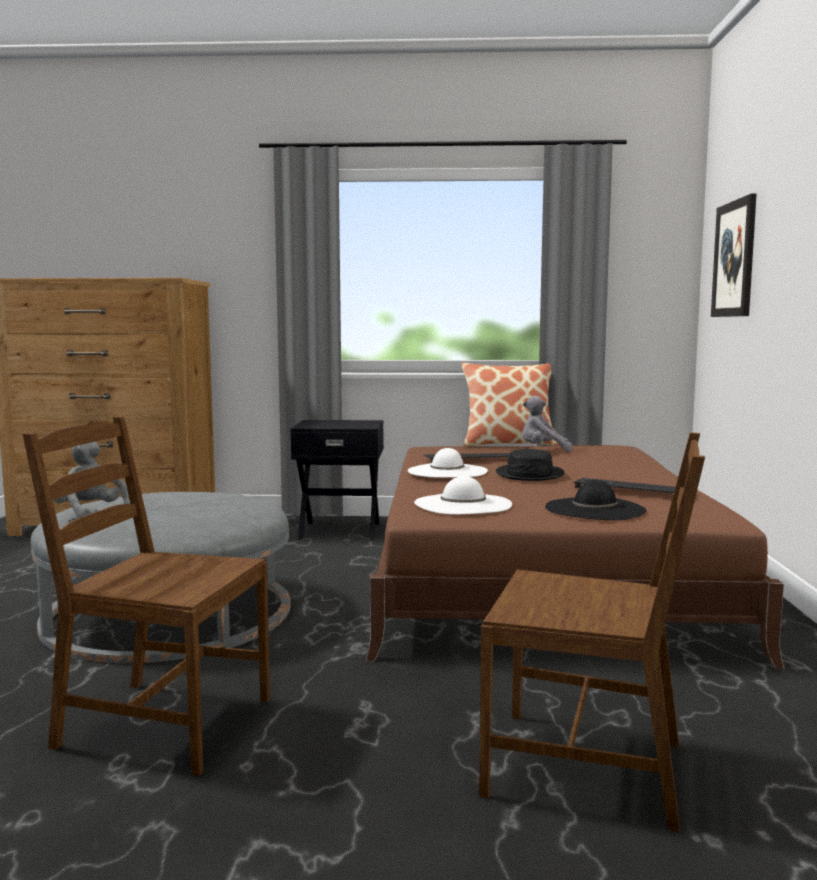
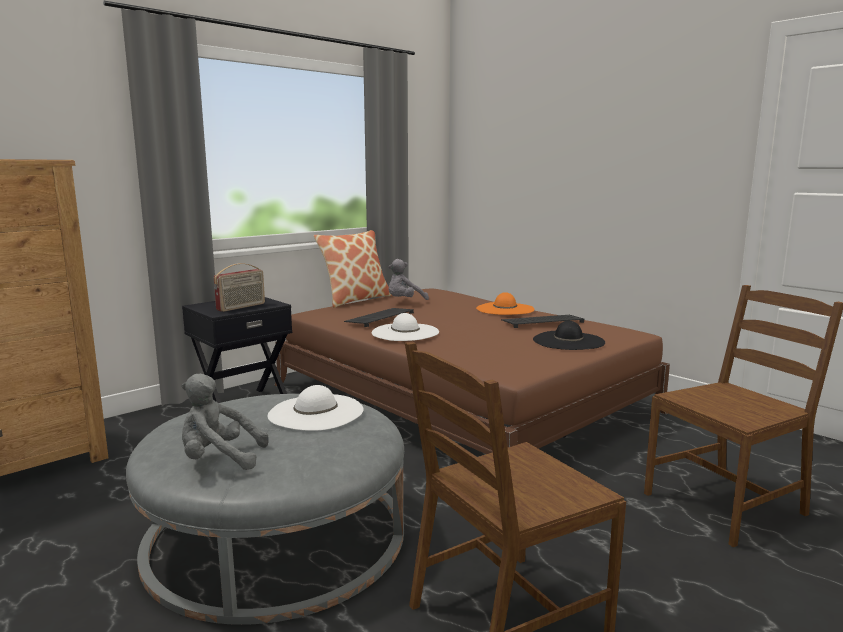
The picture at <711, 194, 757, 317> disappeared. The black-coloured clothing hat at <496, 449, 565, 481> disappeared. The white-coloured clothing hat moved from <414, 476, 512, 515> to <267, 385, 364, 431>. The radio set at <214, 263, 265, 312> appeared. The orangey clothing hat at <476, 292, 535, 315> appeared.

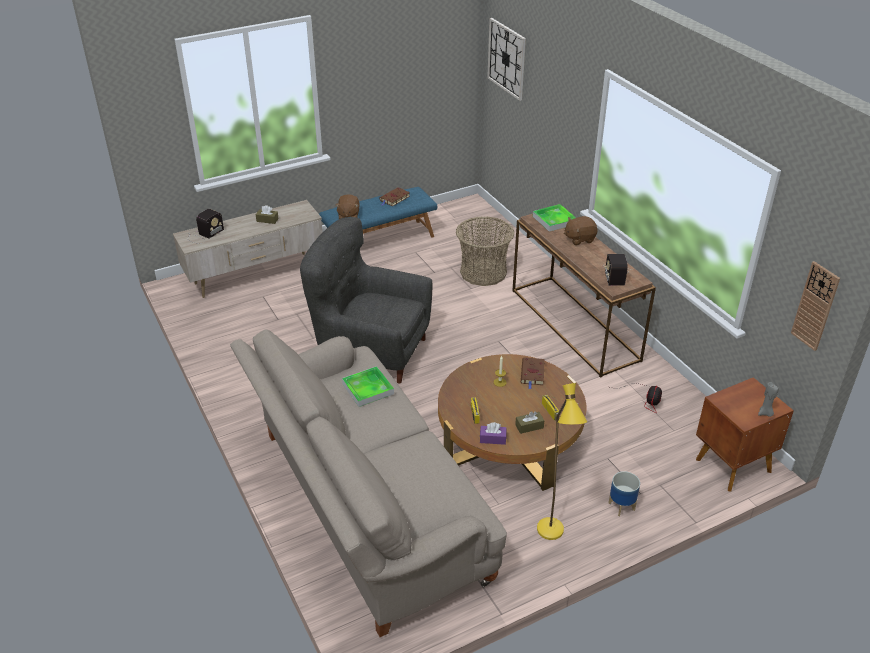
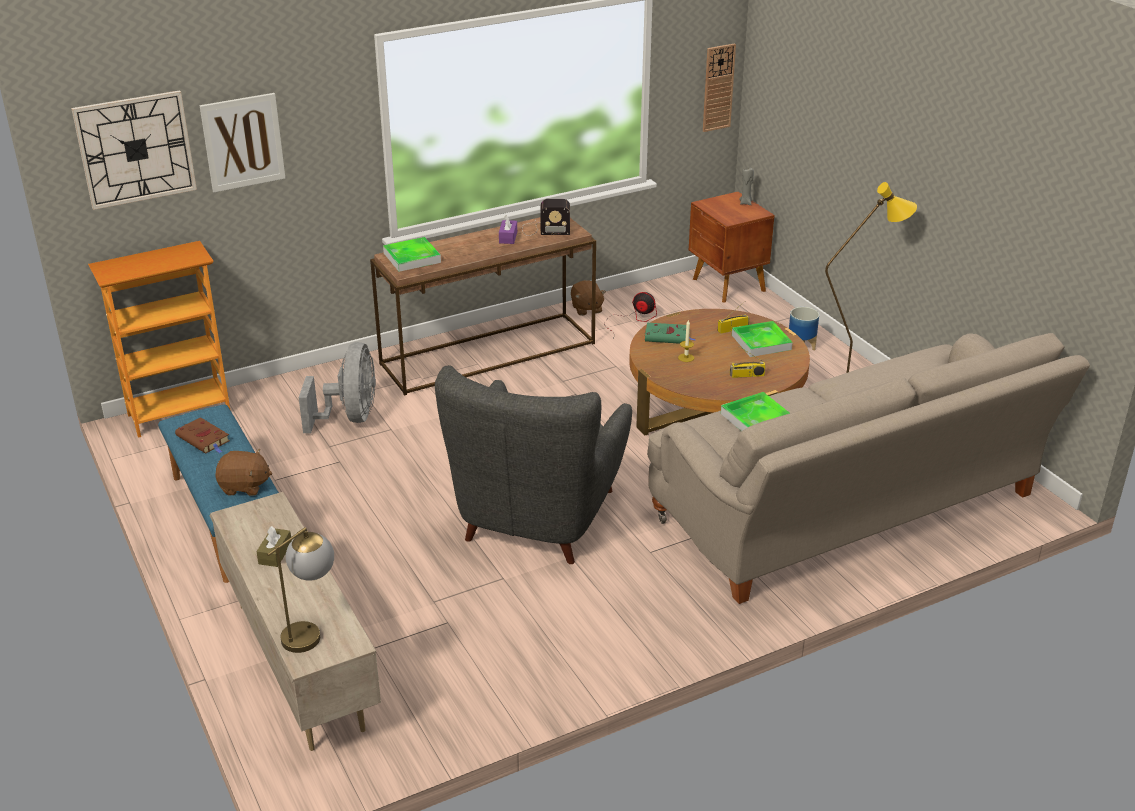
The radio set at <188, 209, 224, 244> was replaced by the lamp for a table at <267, 527, 334, 653>. The household basket at <456, 216, 514, 286> was replaced by the grey fan at <299, 342, 376, 433>. The brown-coloured cuddly toy moved from <564, 216, 598, 245> to <571, 280, 606, 316>. The brown-coloured bound book at <521, 357, 545, 389> became the green bound book at <645, 323, 696, 344>. The brown-coloured box of tissues at <515, 411, 545, 434> was replaced by the tray at <732, 321, 793, 357>. The purple-coloured box of tissues moved from <480, 422, 507, 445> to <499, 215, 517, 244>. The picture at <200, 93, 285, 193> appeared. The shelving unit at <88, 241, 231, 438> appeared.

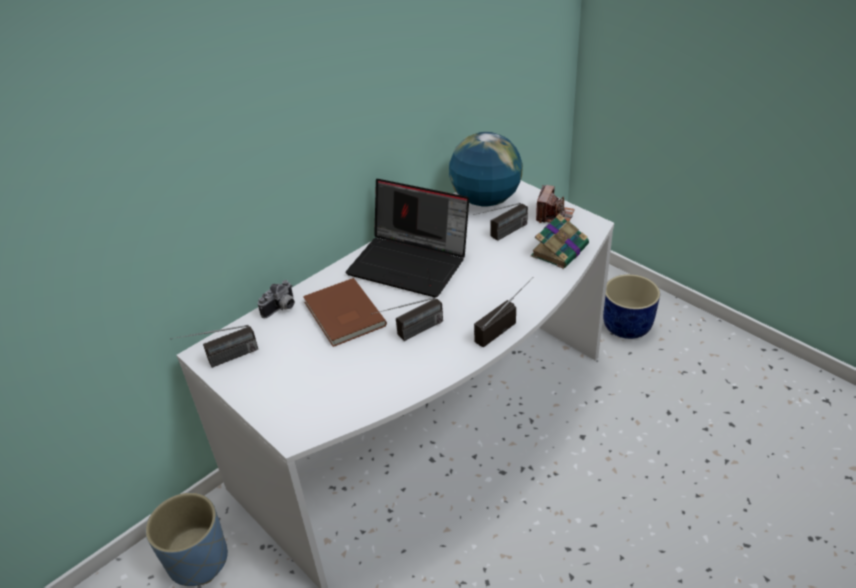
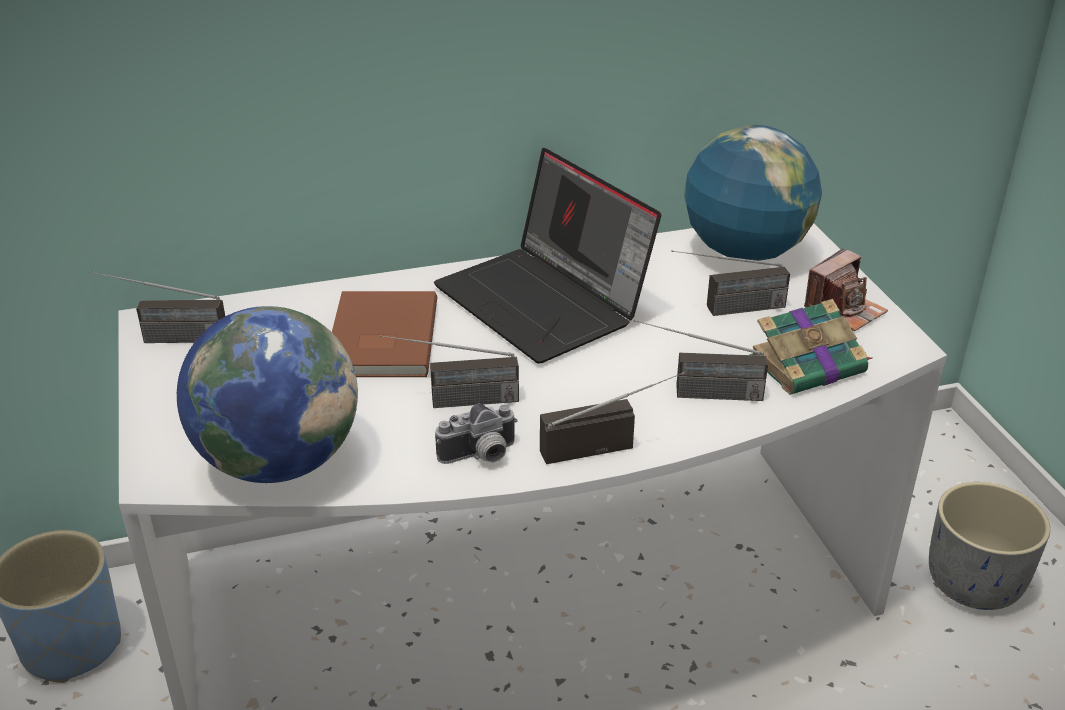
The blue-coloured planter at <603, 274, 660, 339> became the grey planter at <929, 482, 1050, 610>. The photo camera moved from <258, 280, 295, 318> to <435, 404, 518, 464>. The desk globe at <177, 306, 358, 483> appeared. The radio set at <634, 320, 768, 401> appeared.

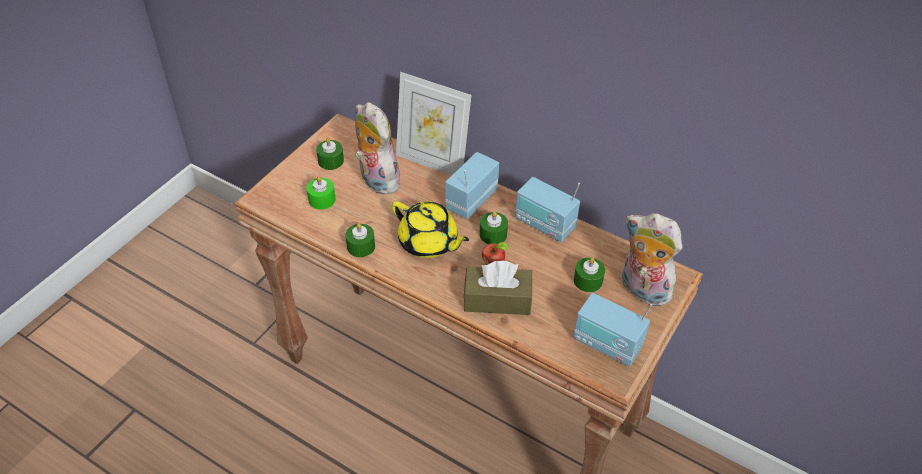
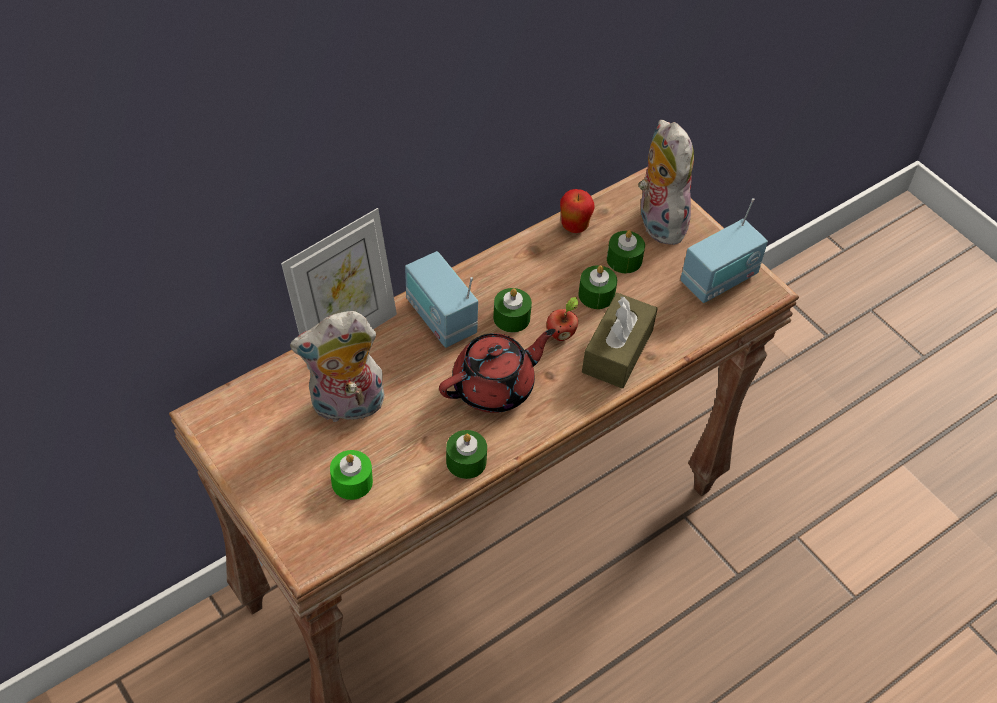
The green wax light moved from <316, 137, 344, 170> to <578, 265, 617, 309>. The radio set at <515, 177, 580, 242> disappeared. The yellowish tea pot at <392, 201, 469, 258> became the reddish tea pot at <439, 329, 556, 413>. The cuddly toy at <622, 213, 682, 306> turned 105 degrees clockwise. The whole apple at <560, 189, 595, 233> appeared.

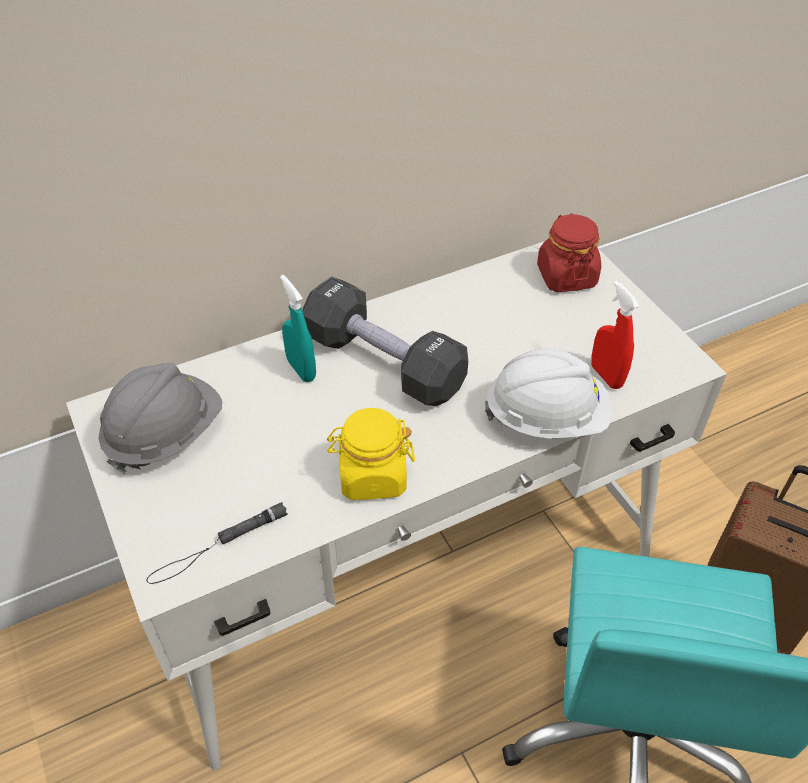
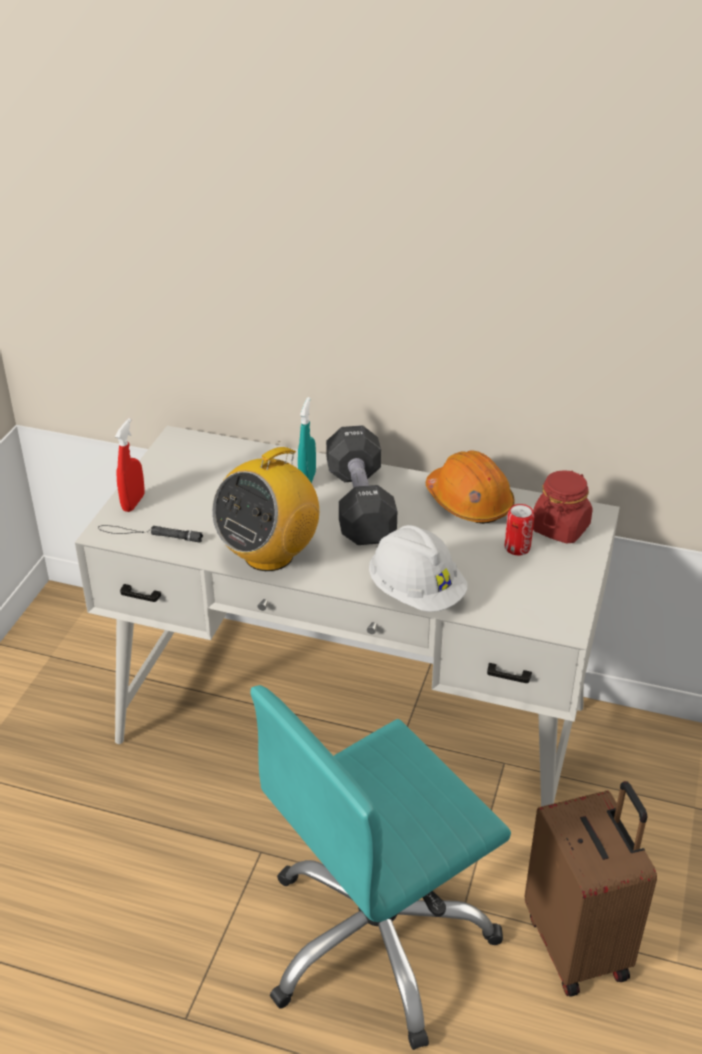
The reddish hand sprayer moved from <591, 280, 639, 389> to <115, 418, 144, 512>. The grey safety helmet at <98, 363, 222, 474> disappeared. The yellowish preserve jar at <327, 408, 415, 500> was replaced by the radio set at <212, 441, 319, 571>. The orangey safety helmet at <426, 450, 515, 524> appeared. The sealed can at <505, 504, 534, 555> appeared.

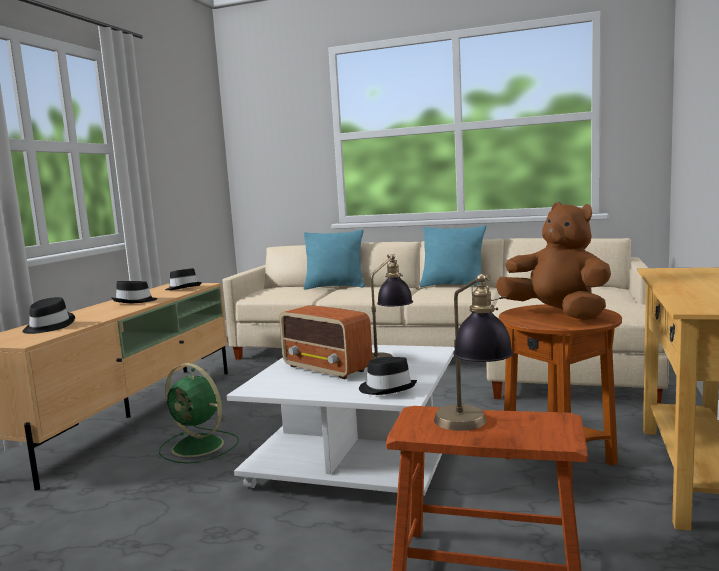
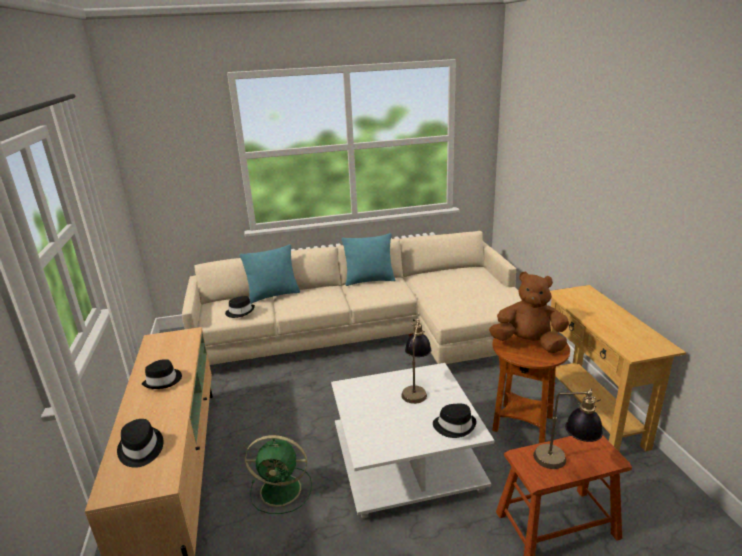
The black-coloured clothing hat moved from <165, 268, 202, 290> to <225, 296, 255, 318>. The radio set at <279, 305, 372, 379> disappeared.

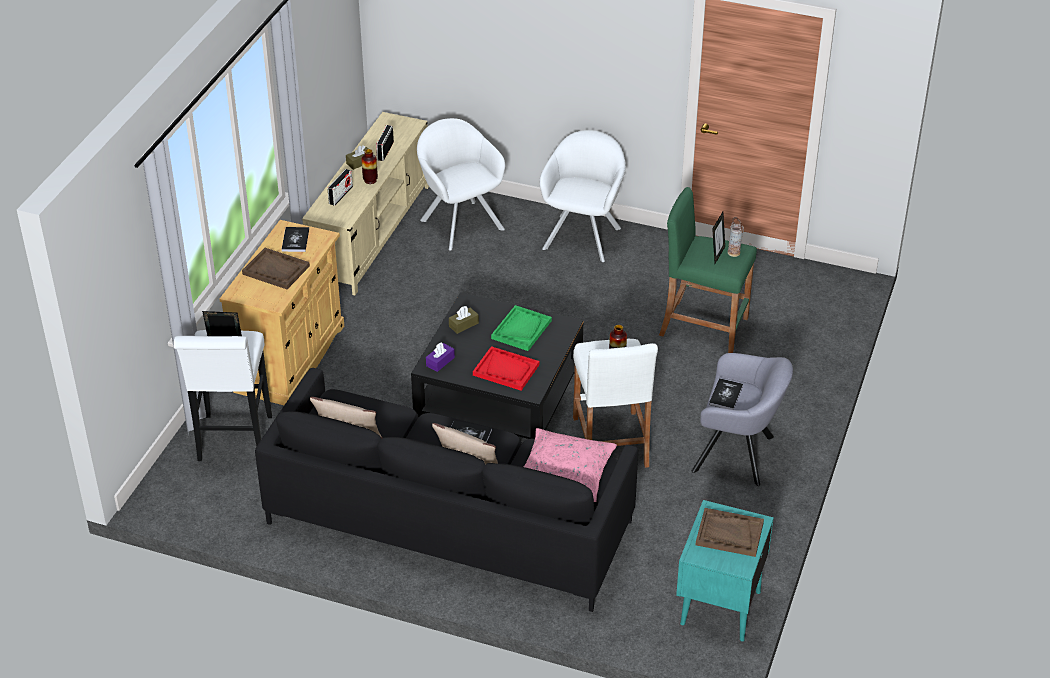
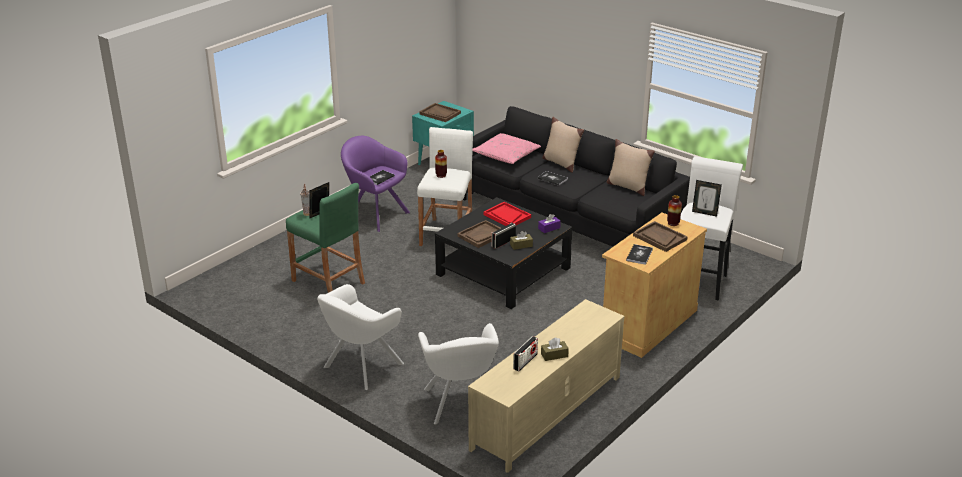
The flower vase moved from <361, 149, 378, 184> to <667, 195, 682, 226>. The radio set moved from <328, 169, 353, 206> to <492, 223, 516, 249>. The green tray at <491, 305, 552, 351> became the brown-coloured tray at <457, 220, 501, 248>. The grey easy chair at <692, 353, 793, 486> became the purple-coloured easy chair at <341, 136, 410, 232>.

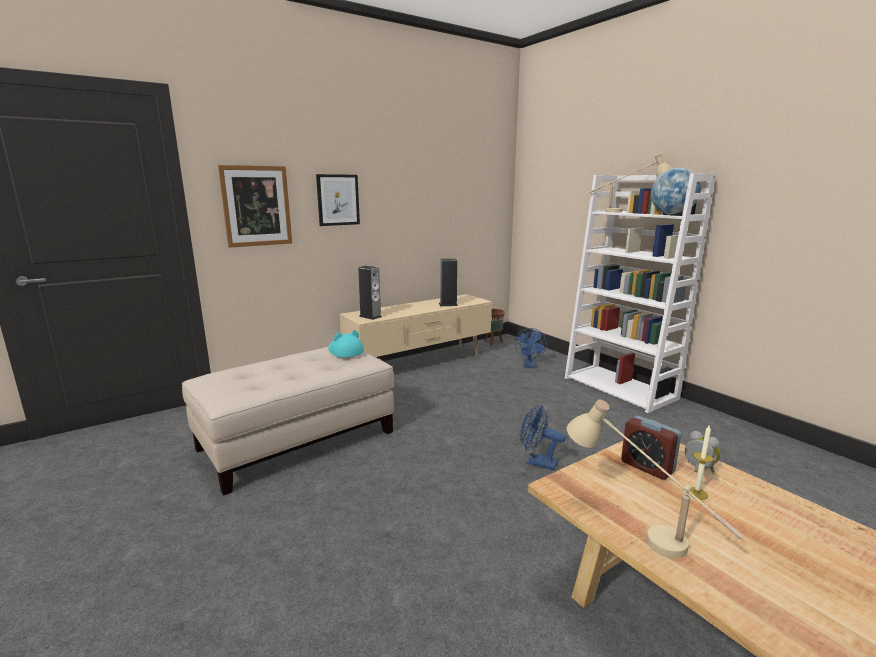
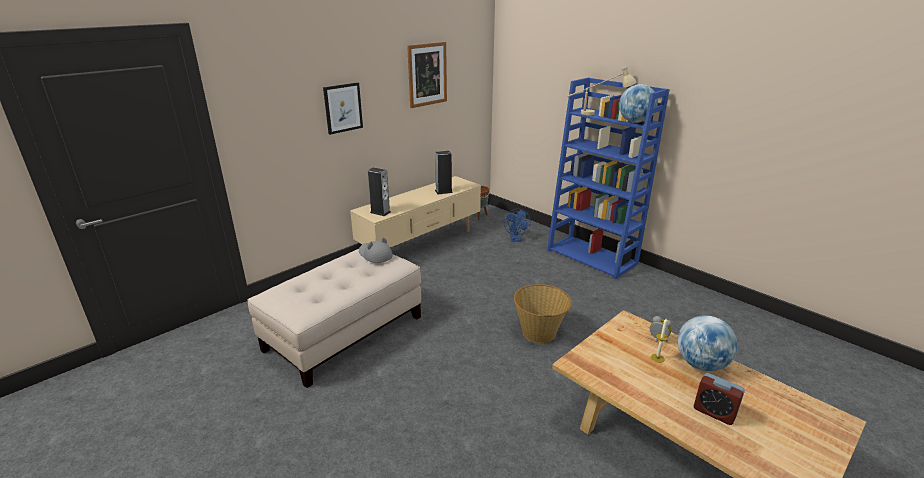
The picture moved from <218, 165, 292, 248> to <407, 42, 447, 108>. The white-coloured shelving unit at <565, 173, 716, 413> became the blue-coloured shelving unit at <547, 78, 670, 280>. The turquoise-coloured clothing hat at <328, 330, 364, 357> became the grey clothing hat at <359, 238, 393, 263>. The beige-coloured lamp for a table at <567, 400, 744, 558> disappeared. The blue-coloured fan at <520, 405, 566, 470> was replaced by the household basket at <514, 284, 572, 343>. The bedside clock moved from <621, 416, 681, 480> to <694, 373, 745, 425>. The desk globe at <677, 315, 738, 371> appeared.

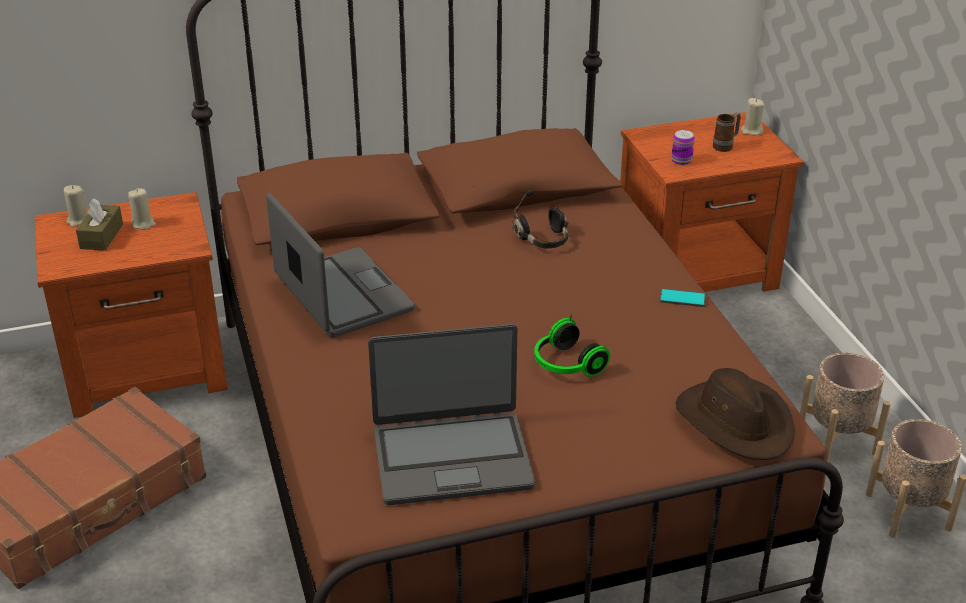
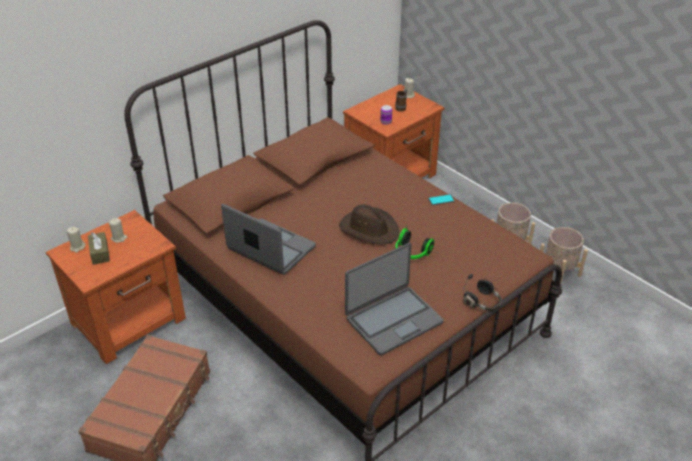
The black-coloured headset moved from <512, 189, 568, 248> to <463, 274, 502, 311>. The brown-coloured clothing hat moved from <676, 368, 795, 460> to <339, 204, 399, 244>.

